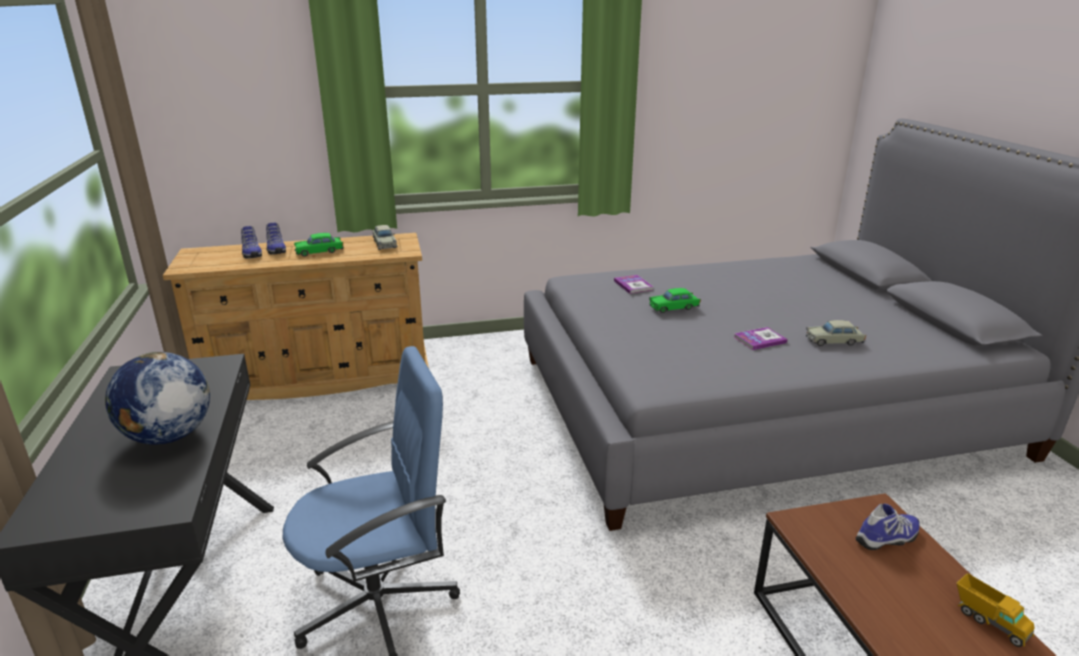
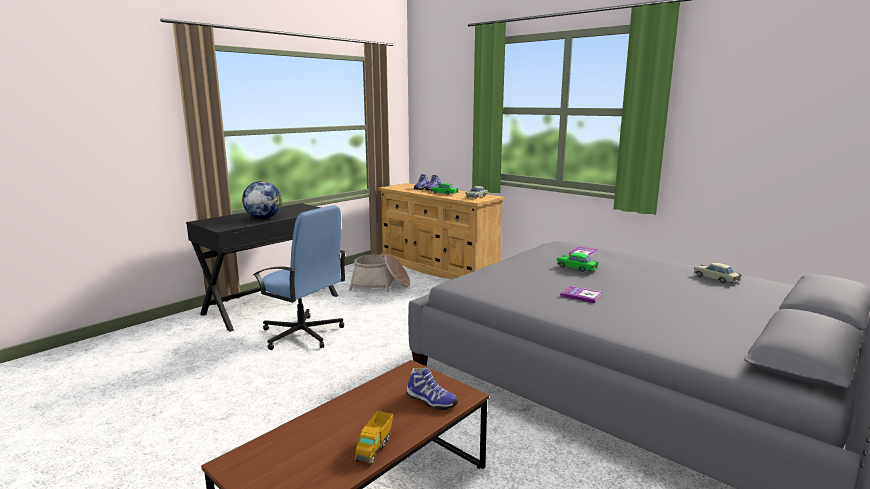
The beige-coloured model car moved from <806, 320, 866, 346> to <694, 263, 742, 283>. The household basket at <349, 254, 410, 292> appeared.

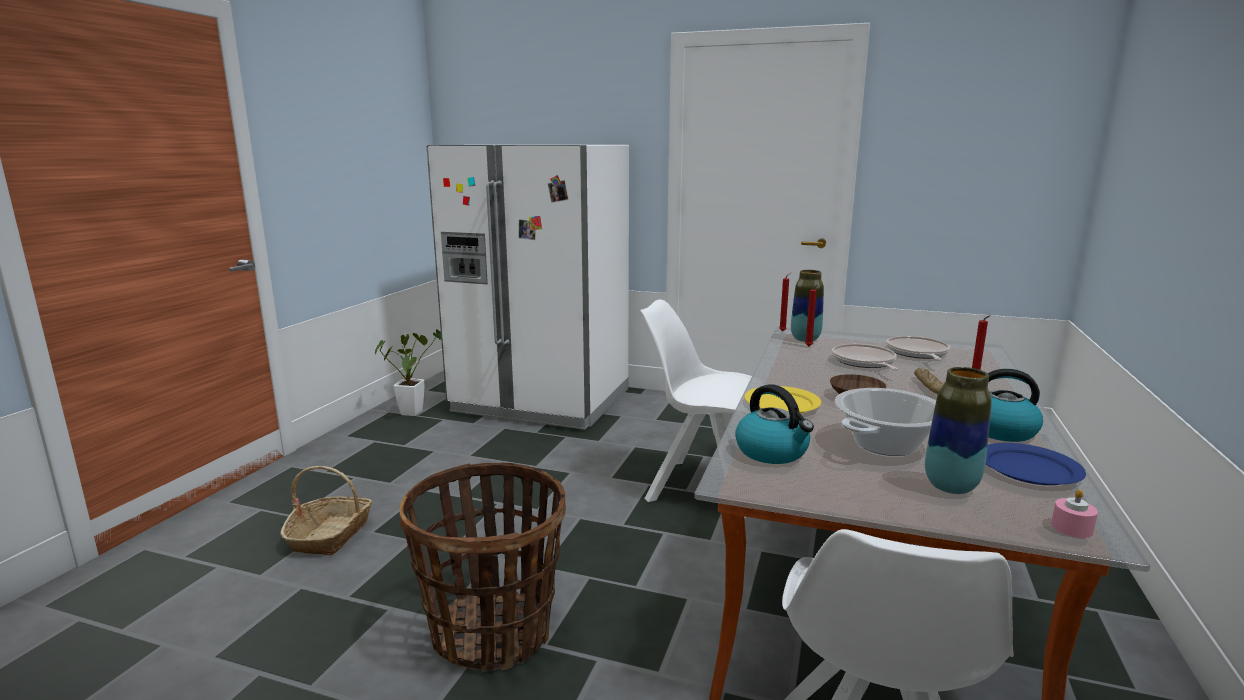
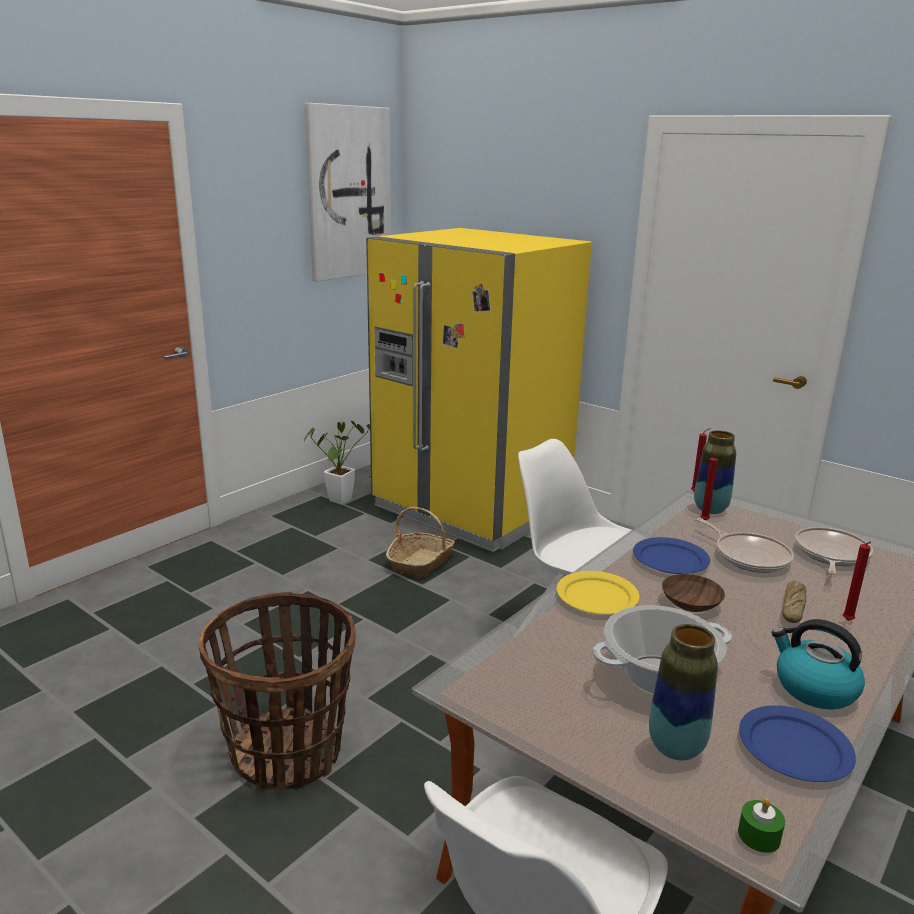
The white-coloured fridge at <426, 145, 629, 430> became the yellowish fridge at <366, 228, 592, 552>. The frying pan at <832, 344, 898, 370> turned 135 degrees clockwise. The water kettle at <735, 384, 814, 464> disappeared. The household basket moved from <280, 466, 372, 555> to <386, 507, 455, 579>. The pink-coloured wax light at <1051, 489, 1098, 538> became the green wax light at <738, 798, 785, 853>. The picture at <305, 103, 391, 281> appeared. The blue-coloured plate at <633, 537, 710, 574> appeared.

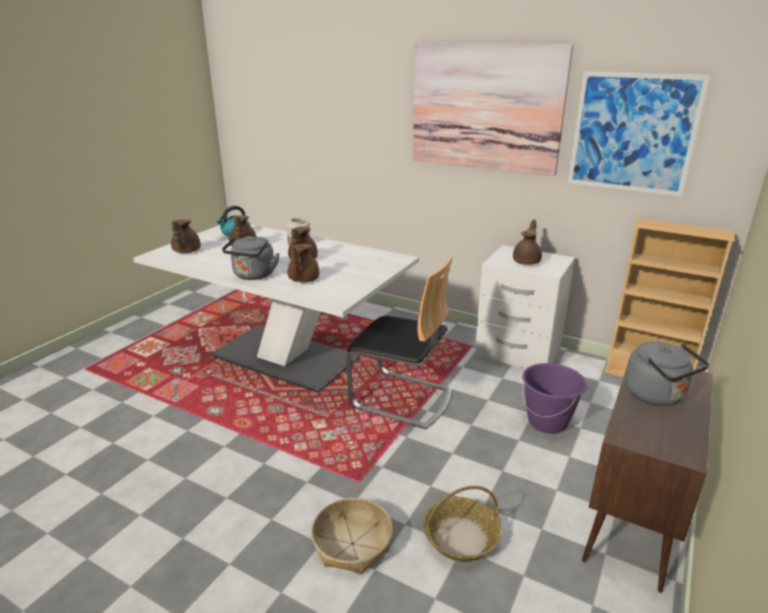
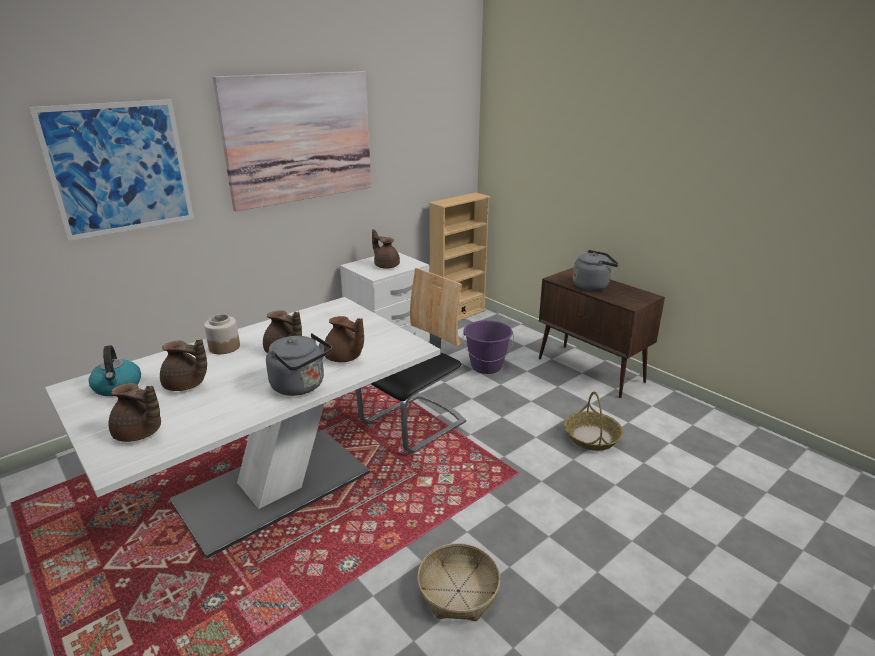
The picture moved from <568, 71, 710, 196> to <29, 99, 194, 241>. The household basket moved from <311, 498, 393, 574> to <417, 543, 500, 621>.

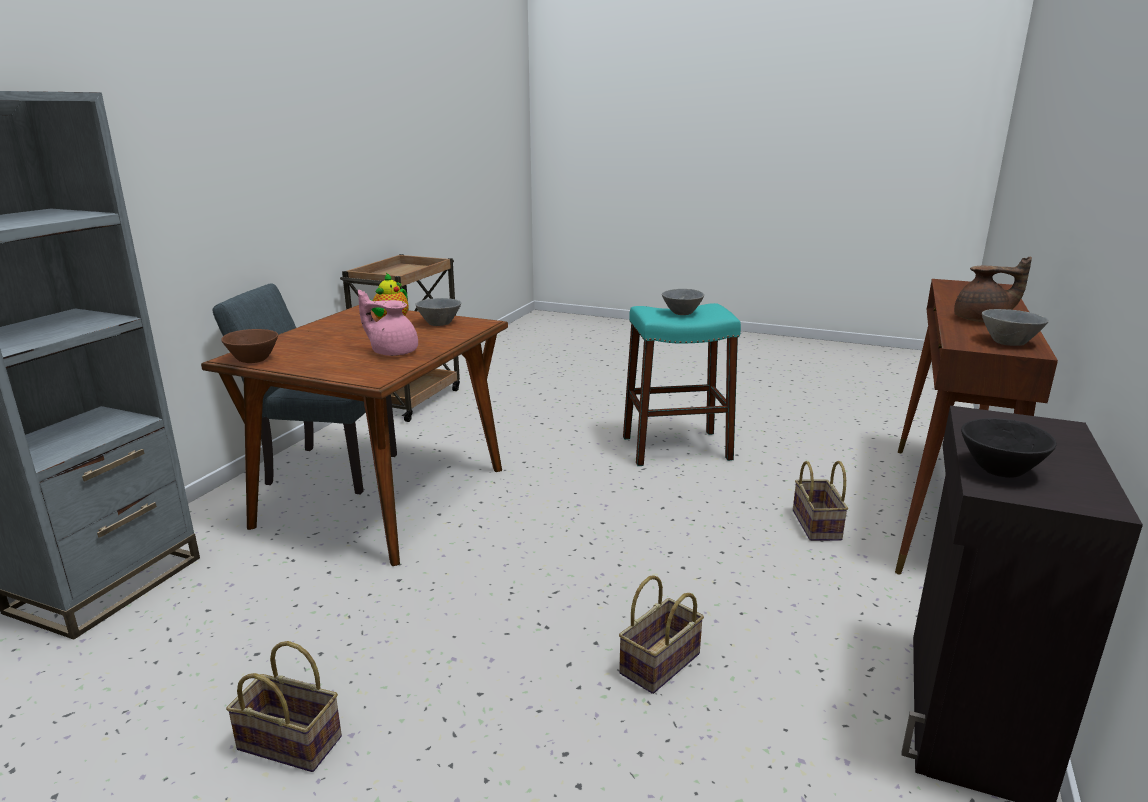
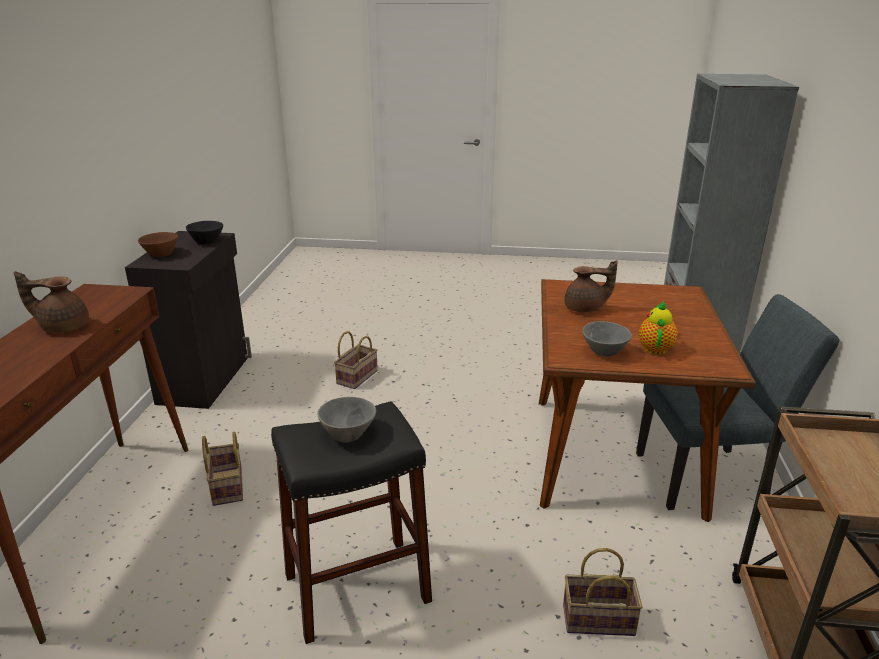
The pink-coloured tea pot at <358, 290, 418, 356> became the brown-coloured tea pot at <564, 260, 618, 313>. The turquoise-coloured stool seat at <623, 303, 741, 466> became the black-coloured stool seat at <271, 401, 432, 644>. The grey serving bowl at <982, 309, 1049, 346> disappeared. The brown-coloured serving bowl moved from <221, 329, 278, 363> to <138, 232, 178, 257>. The household basket moved from <226, 641, 342, 772> to <563, 548, 642, 636>.

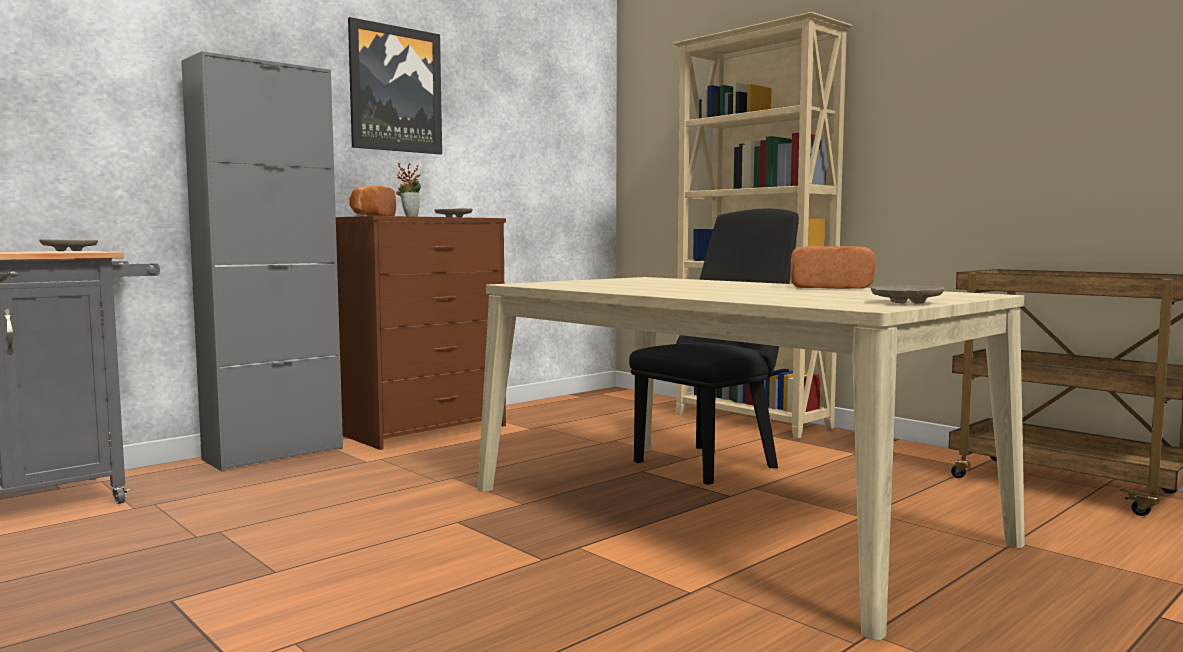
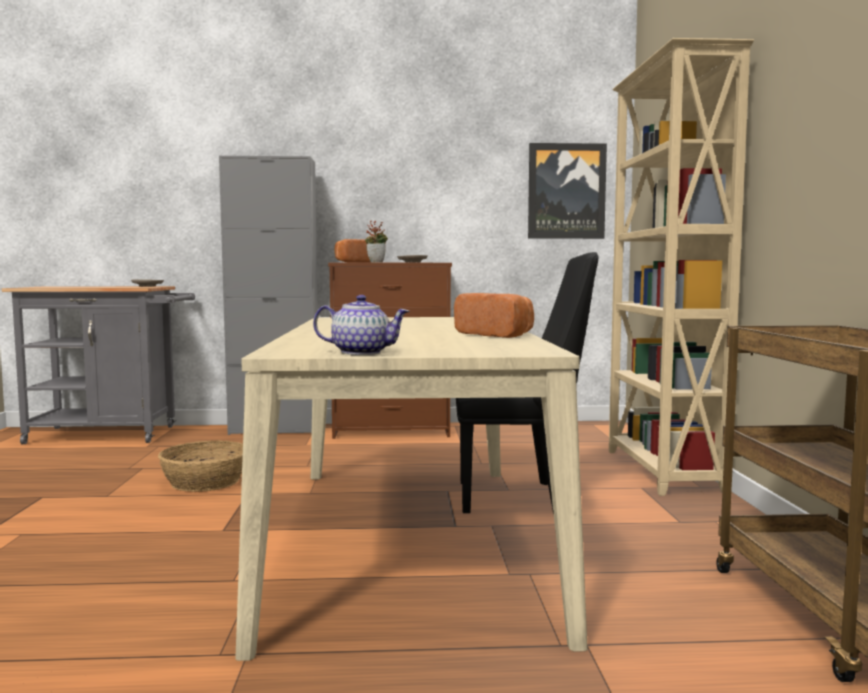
The picture moved from <348, 17, 442, 154> to <528, 143, 607, 239>. The beige-coloured plate at <871, 285, 945, 304> was replaced by the tea pot at <313, 295, 409, 355>. The household basket at <158, 440, 243, 492> appeared.

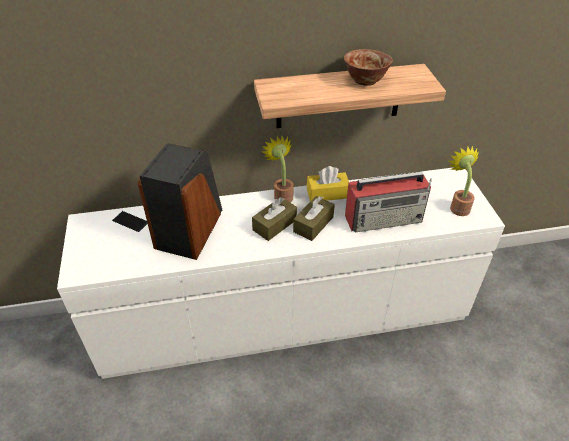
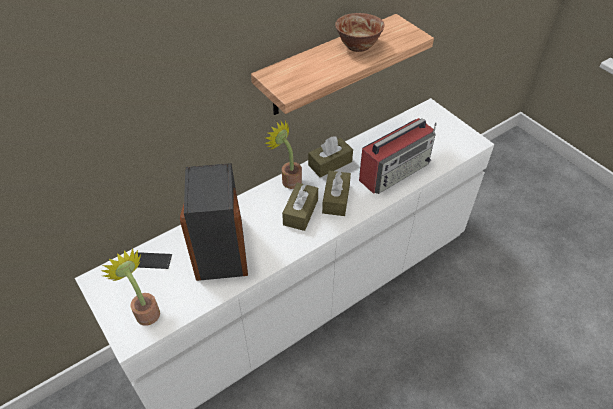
The houseplant moved from <449, 146, 479, 216> to <100, 248, 160, 326>. The yellowish box of tissues at <307, 166, 349, 201> became the brown-coloured box of tissues at <308, 136, 353, 177>.

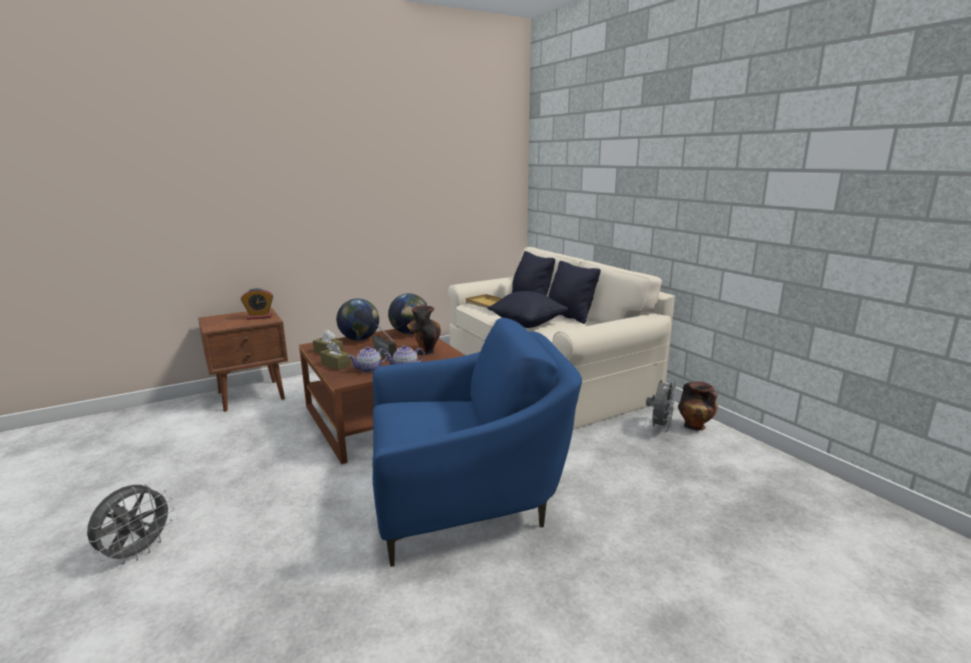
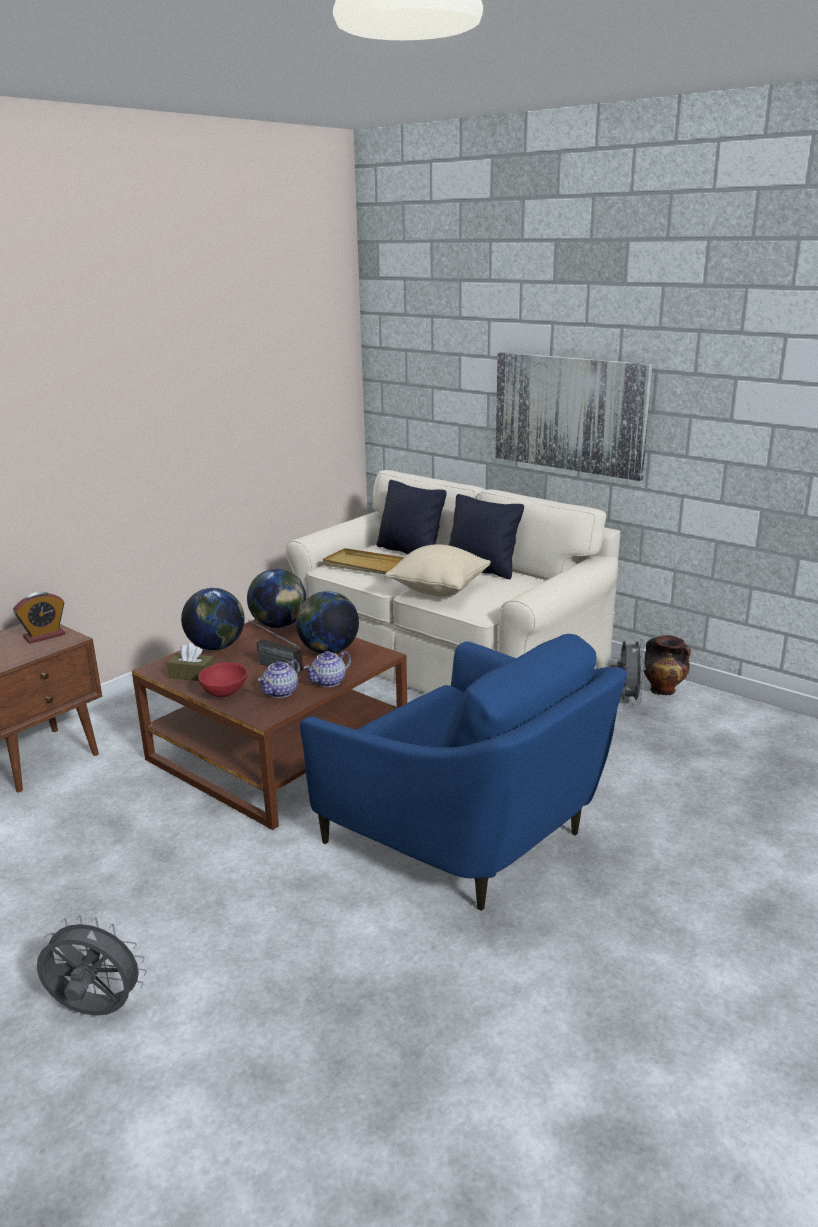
The black-coloured pillow at <487, 291, 568, 328> became the beige-coloured pillow at <385, 544, 491, 597>. The flower vase at <407, 305, 441, 355> was replaced by the desk globe at <296, 591, 359, 654>. The blue-coloured easy chair at <372, 318, 582, 567> turned 75 degrees clockwise. The brown-coloured box of tissues at <320, 341, 351, 370> was replaced by the reddish serving bowl at <198, 662, 248, 697>. The grey fan at <87, 484, 174, 564> turned 90 degrees counterclockwise. The picture at <496, 352, 652, 481> appeared.

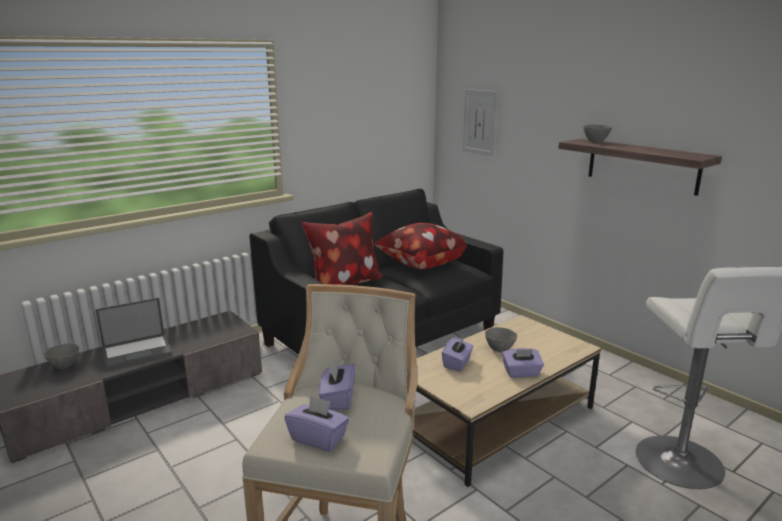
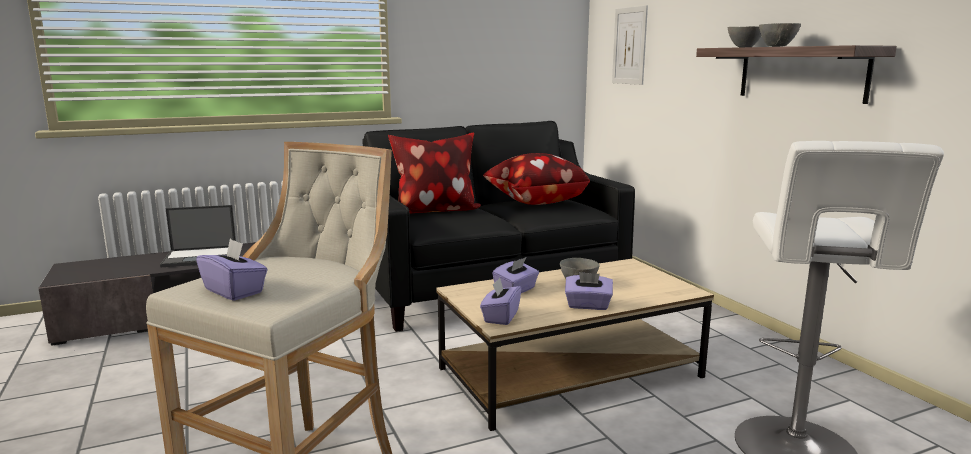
The grey serving bowl moved from <44, 344, 79, 369> to <759, 23, 801, 47>. The purple-coloured box of tissues moved from <319, 360, 355, 410> to <480, 278, 521, 325>.

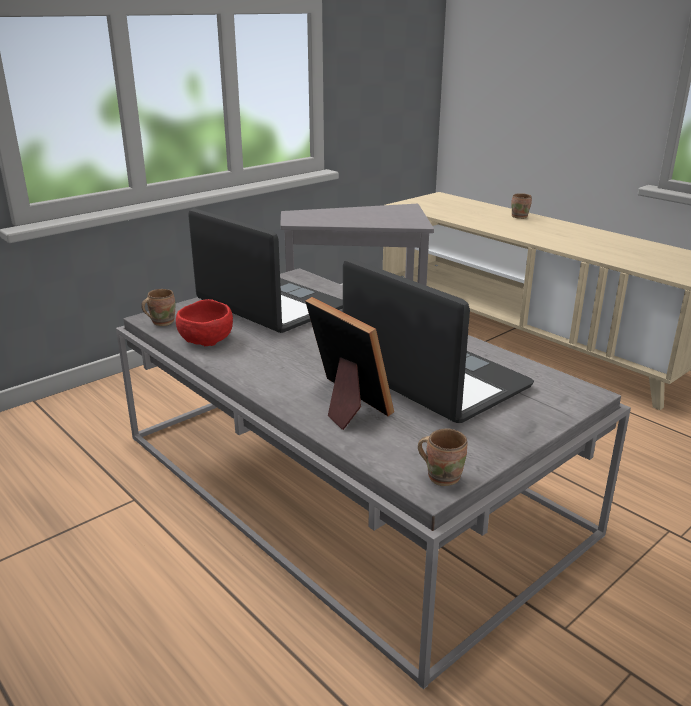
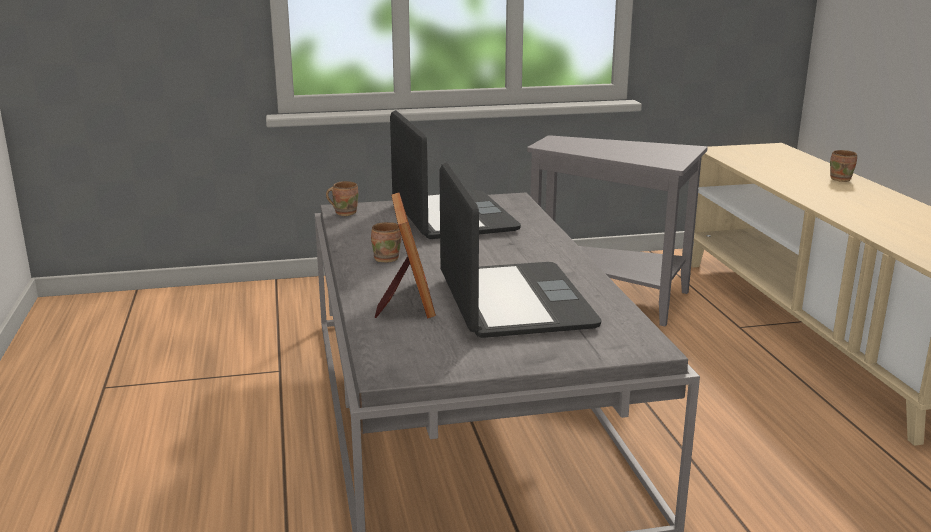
The reddish serving bowl at <176, 299, 233, 346> disappeared. The brown-coloured mug moved from <418, 428, 467, 486> to <371, 222, 402, 262>.

